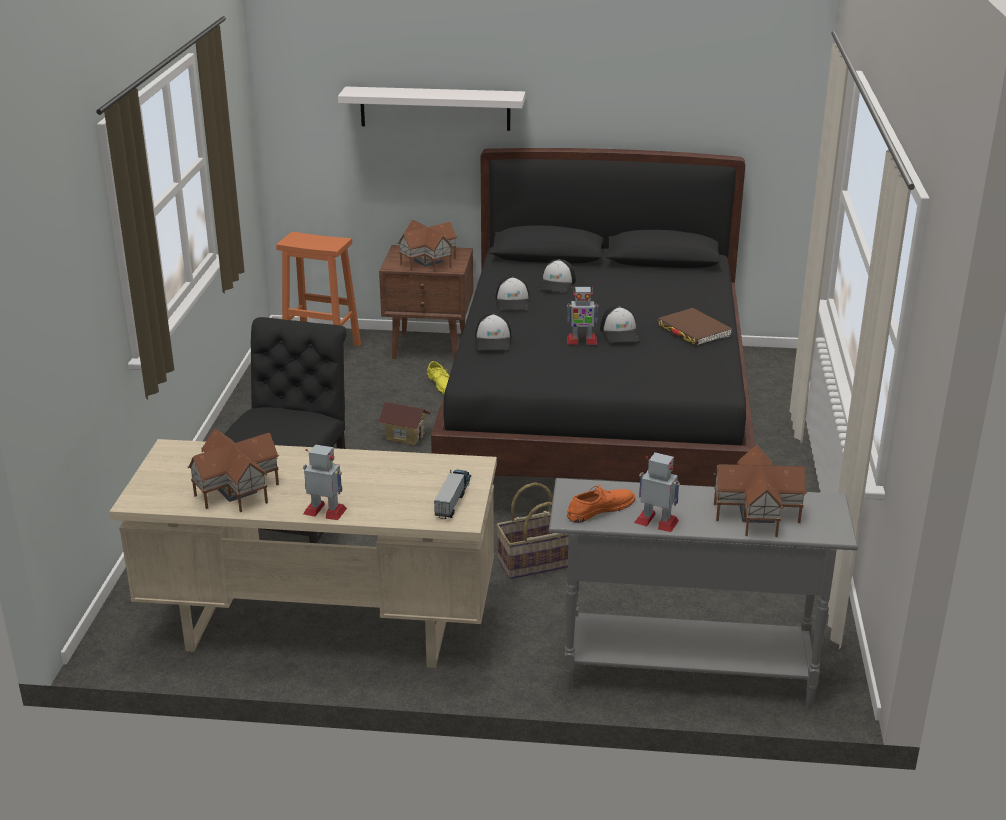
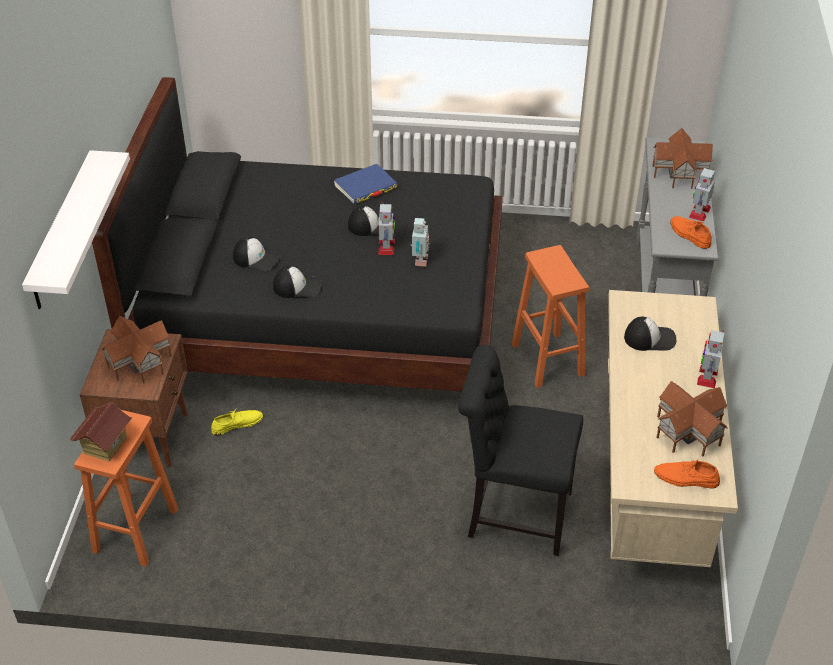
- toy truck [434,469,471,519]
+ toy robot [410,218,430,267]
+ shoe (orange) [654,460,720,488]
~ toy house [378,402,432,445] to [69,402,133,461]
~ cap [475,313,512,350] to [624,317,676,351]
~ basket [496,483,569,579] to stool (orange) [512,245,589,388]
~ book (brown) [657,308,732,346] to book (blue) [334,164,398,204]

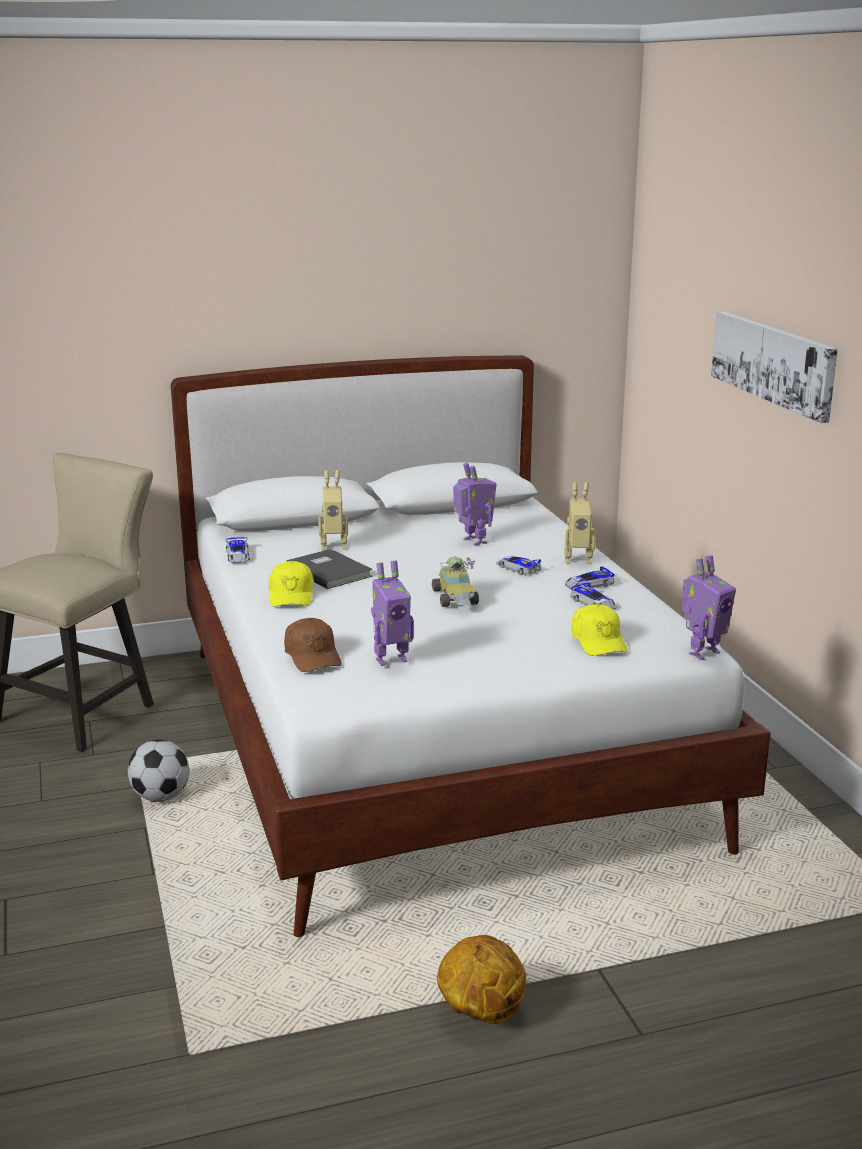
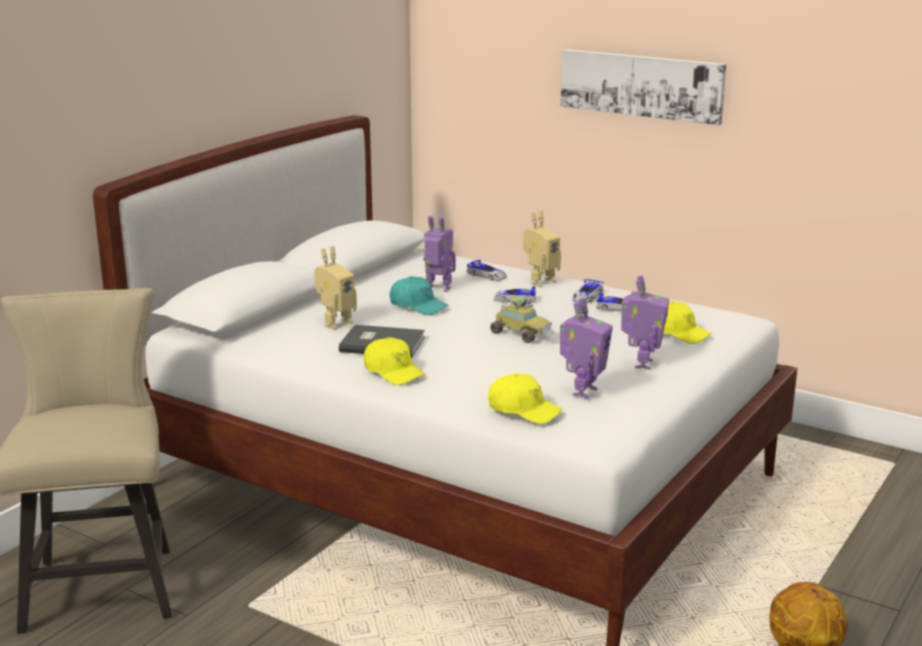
- football [128,740,189,802]
+ cap (turquoise) [390,276,449,315]
~ toy car [226,537,250,563] to [467,260,507,281]
~ toy robot [682,555,736,660] to [621,276,670,370]
~ cap (brown) [284,618,342,672] to cap (yellow) [488,373,562,424]

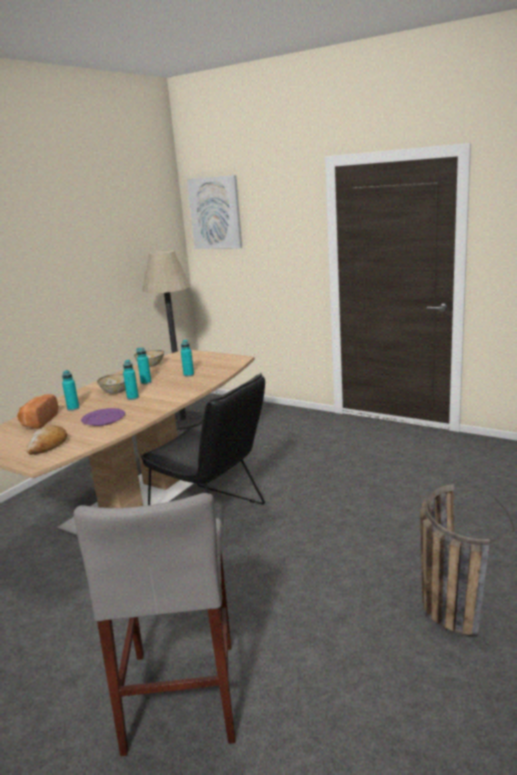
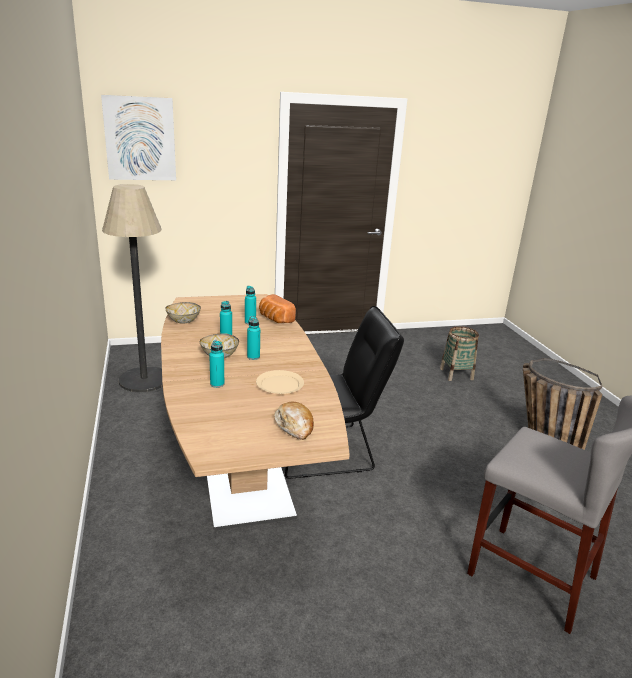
+ basket [440,326,479,381]
~ bread [17,394,58,429] to [259,294,296,323]
~ plate (purple) [81,408,125,426] to plate (beige) [256,370,304,394]

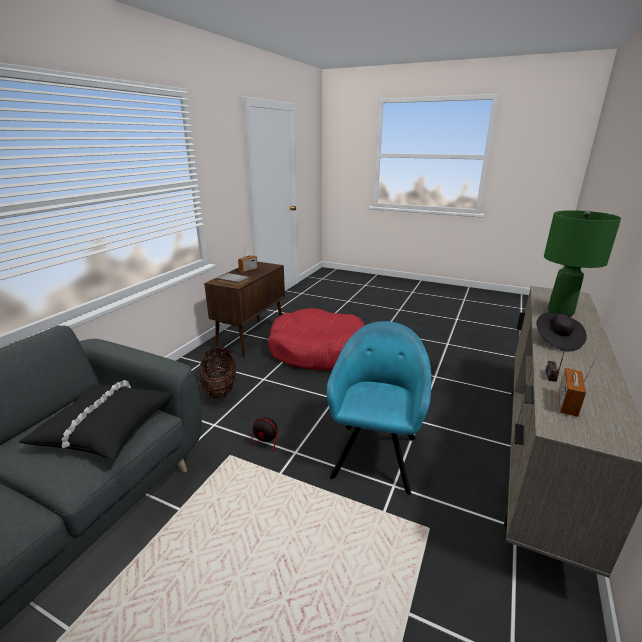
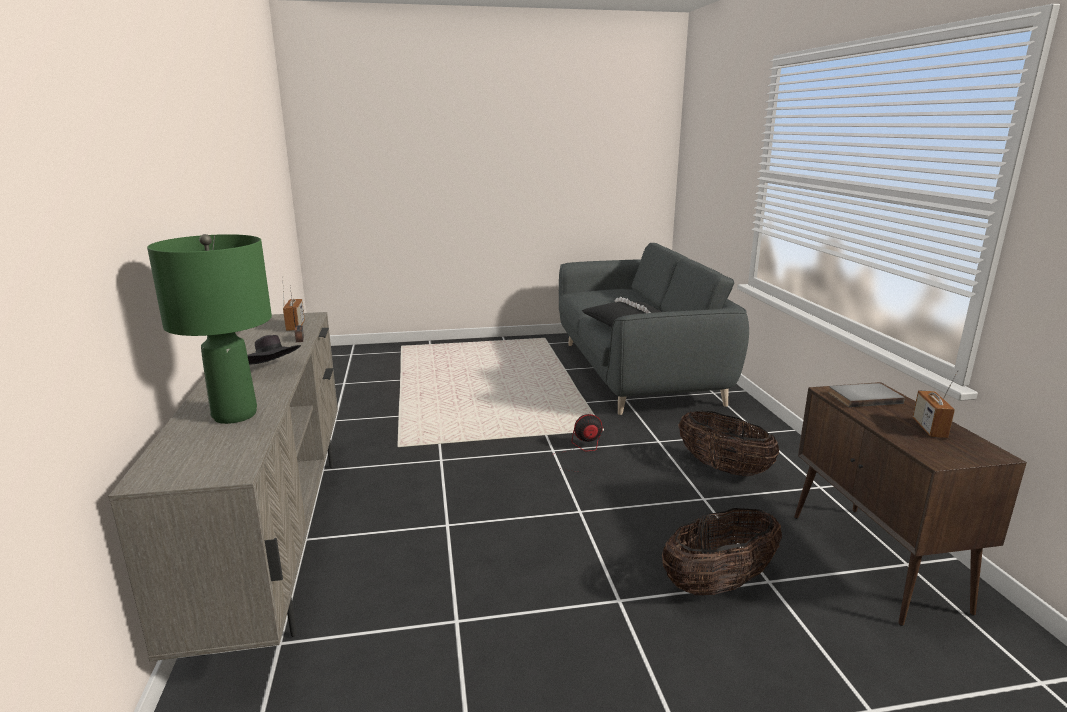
- armchair (turquoise) [326,321,431,495]
~ dog bed (red) [268,308,365,371] to basket [662,508,782,595]

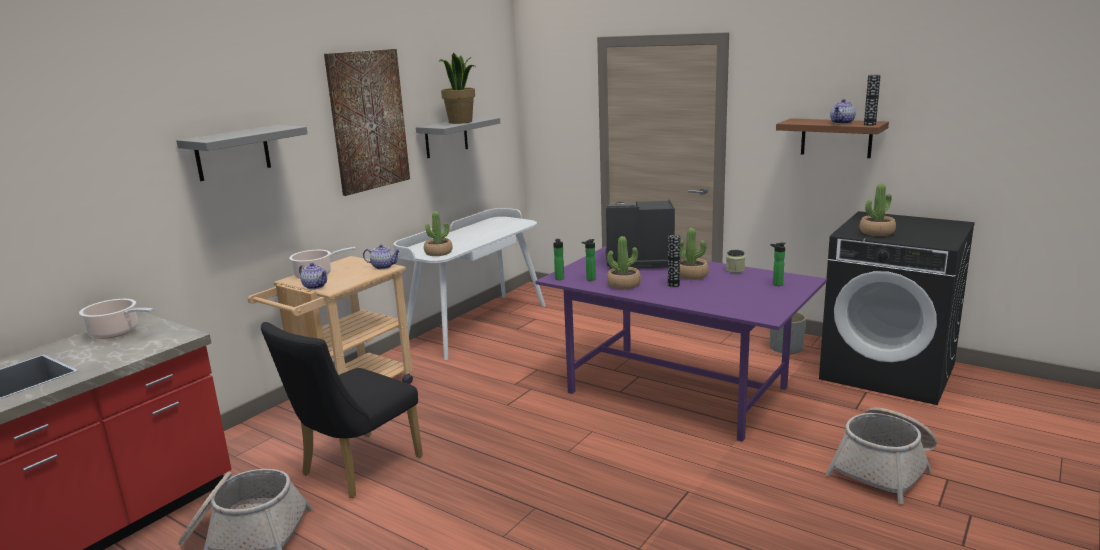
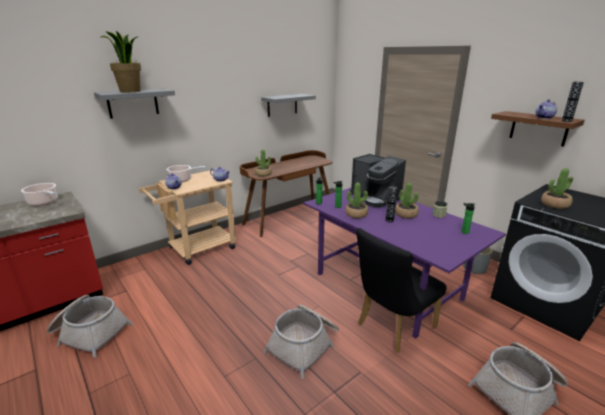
- picture [324,49,410,196]
+ basket [264,304,339,379]
~ chair (black) [261,322,423,498] to [356,228,446,353]
~ potted plant [439,53,476,124] to [101,31,141,92]
~ desk (white) [394,208,546,360] to desk (brown) [240,150,333,237]
~ coffee machine [605,200,675,269] = [350,154,406,208] 150 degrees counterclockwise

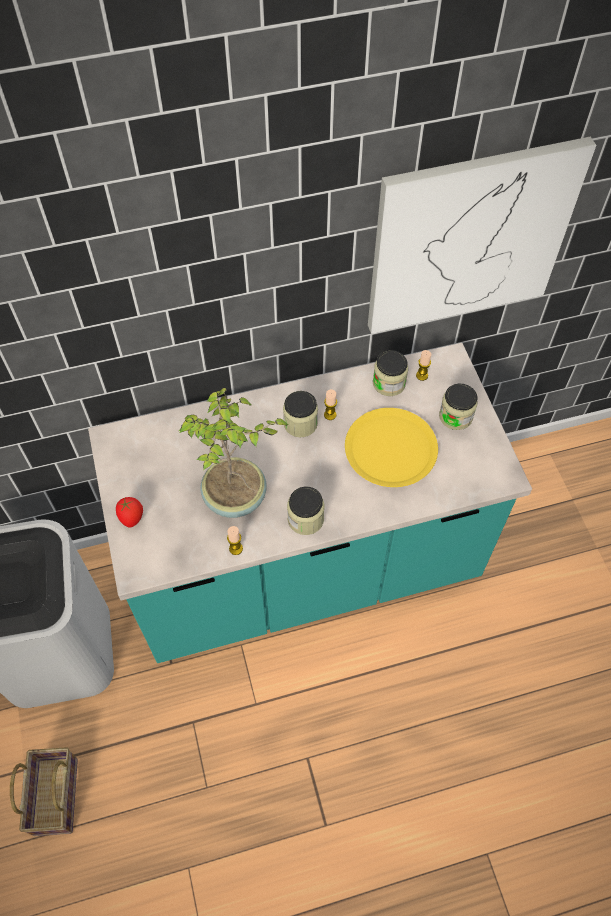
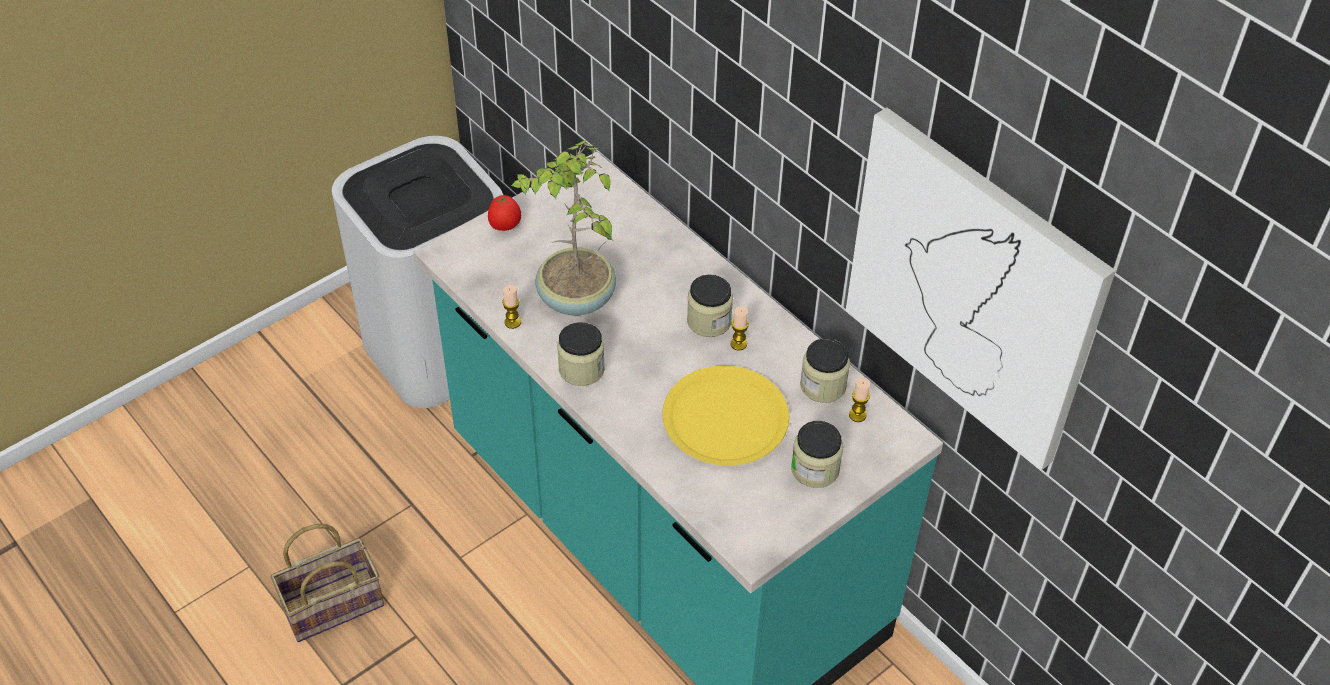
~ basket [10,747,78,836] to [271,524,384,642]

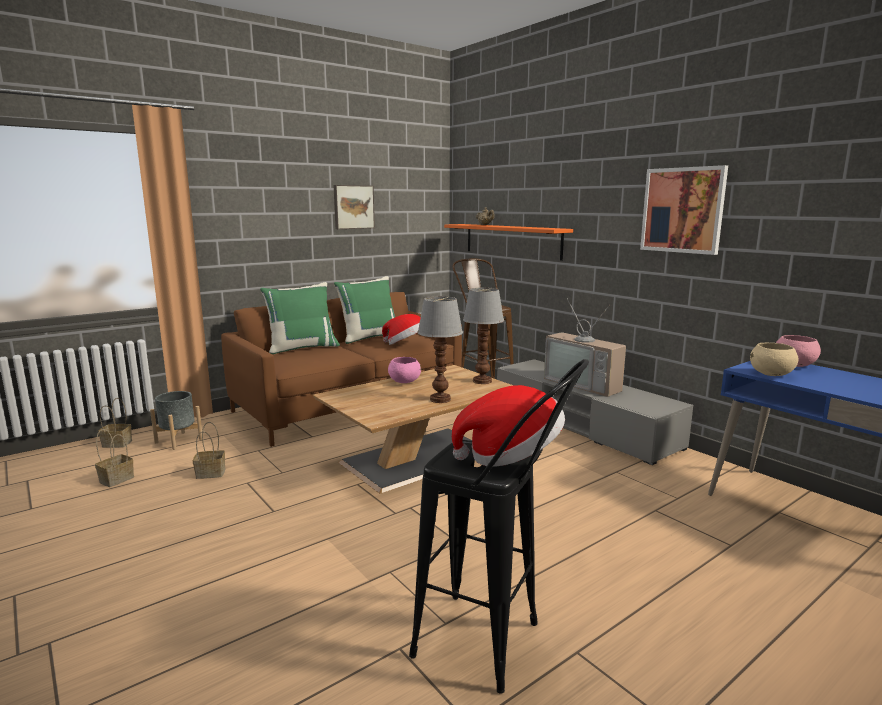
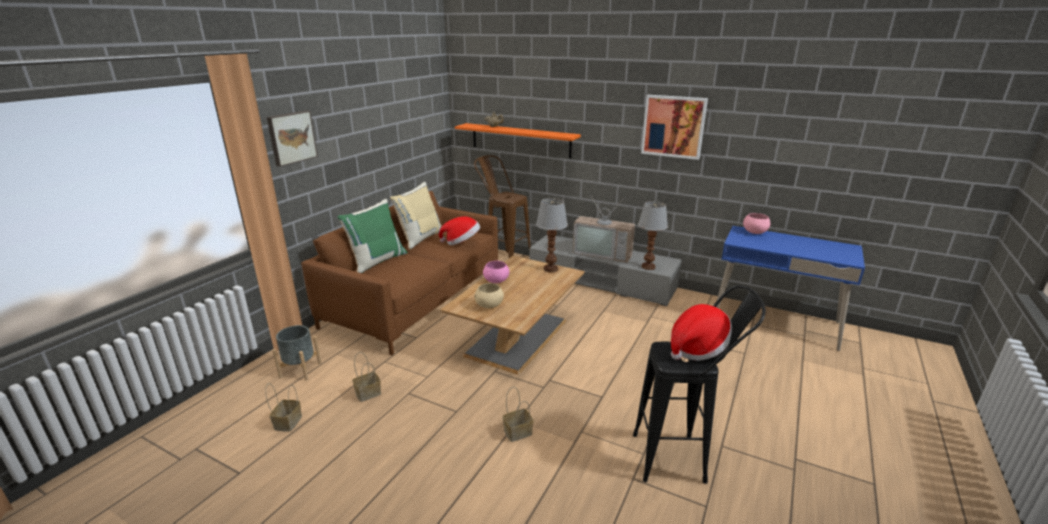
~ basket [98,398,132,448] to [503,387,533,442]
~ picture [334,185,375,229] to [267,111,318,167]
~ table lamp [417,296,463,403] to [638,201,668,270]
~ bowl (beige) [750,343,798,376] to [475,283,504,308]
~ pillow (green) [334,276,395,344] to pillow (beige) [390,182,442,250]

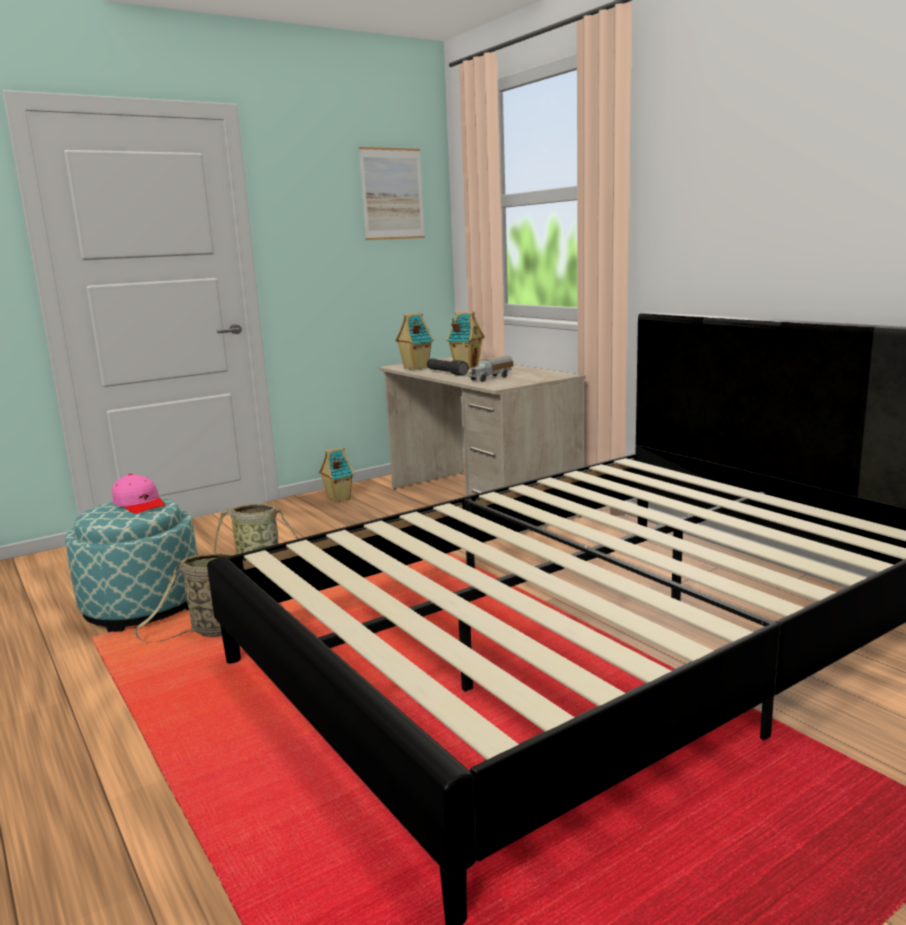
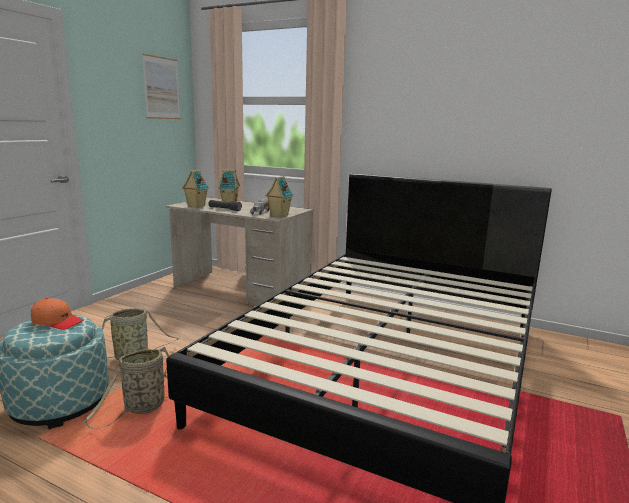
~ toy house [319,447,355,502] to [266,176,294,217]
~ cap (pink) [112,474,166,514] to cap (orange) [31,298,83,329]

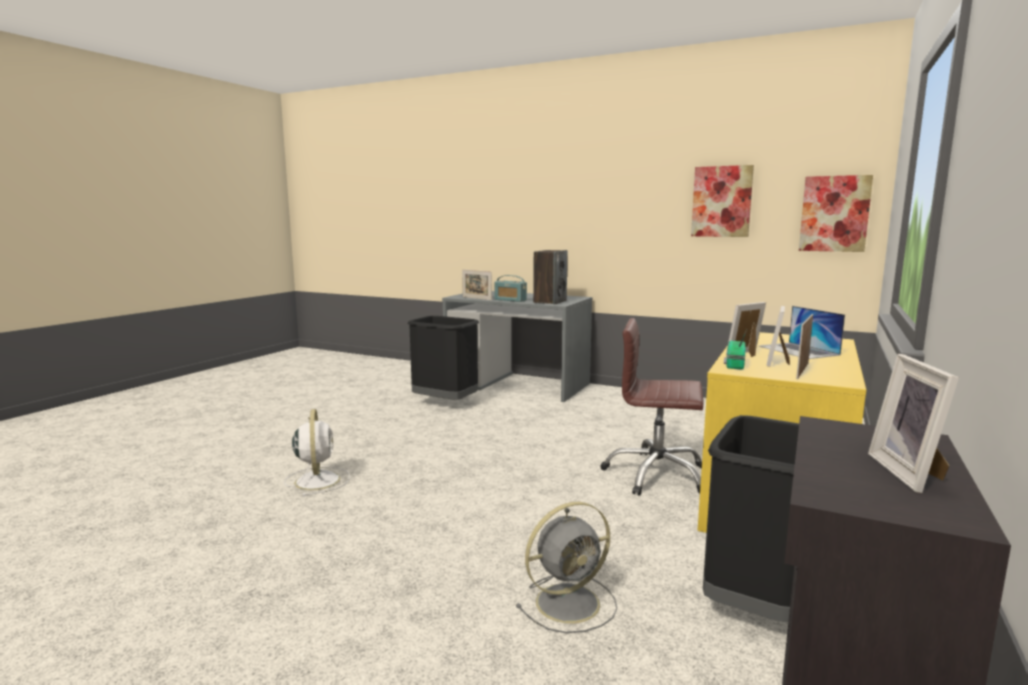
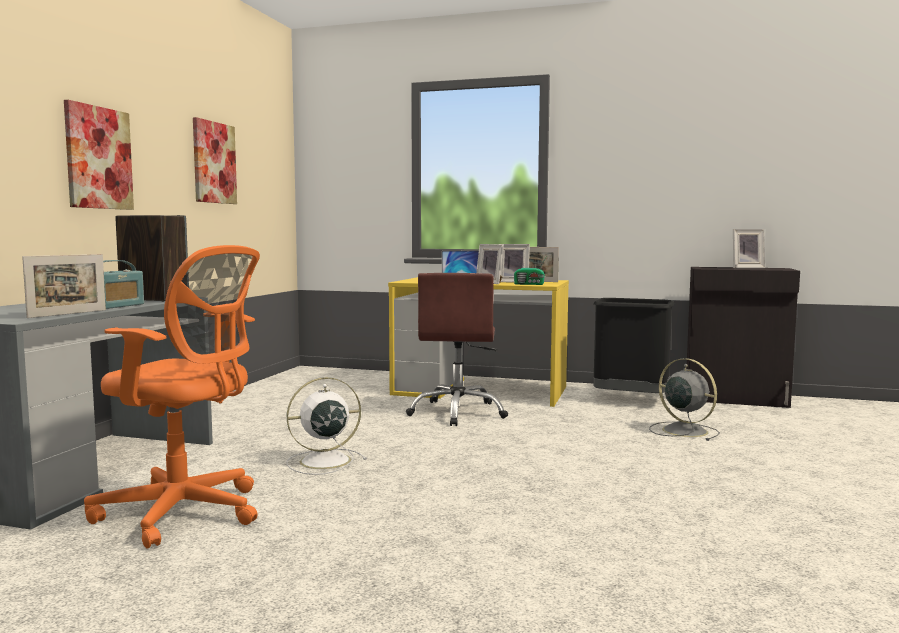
~ fan (white) [284,409,350,496] to [287,377,367,475]
~ picture [799,175,873,252] to [64,100,134,210]
~ trash can (black) [408,316,479,400] to office chair (orange) [84,245,260,549]

